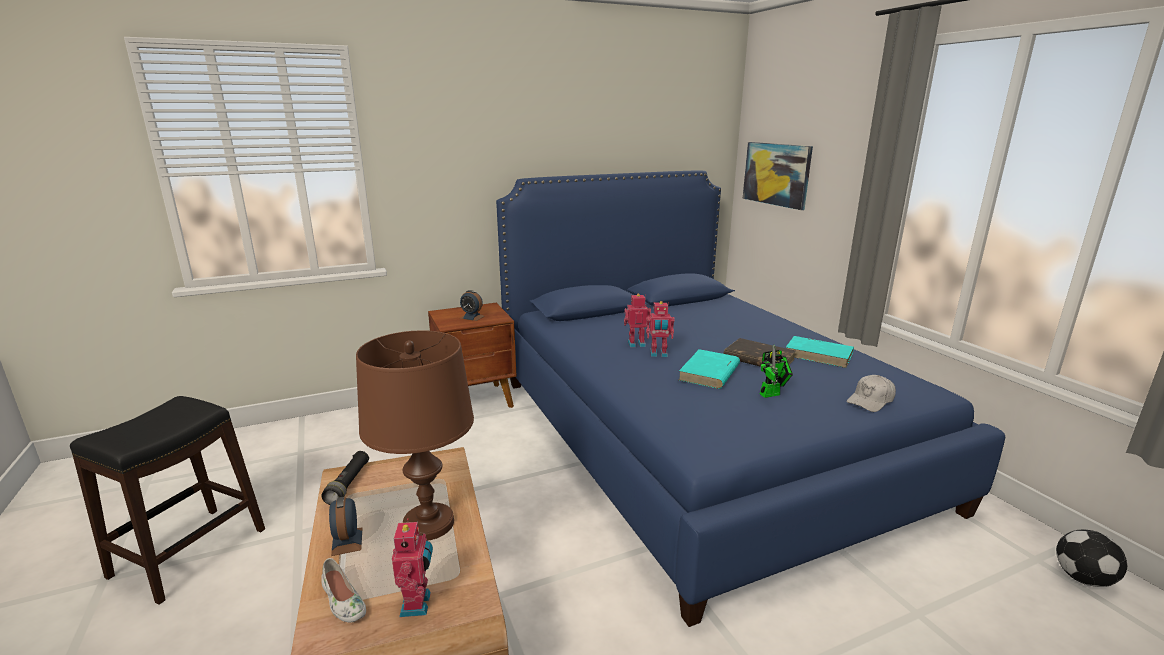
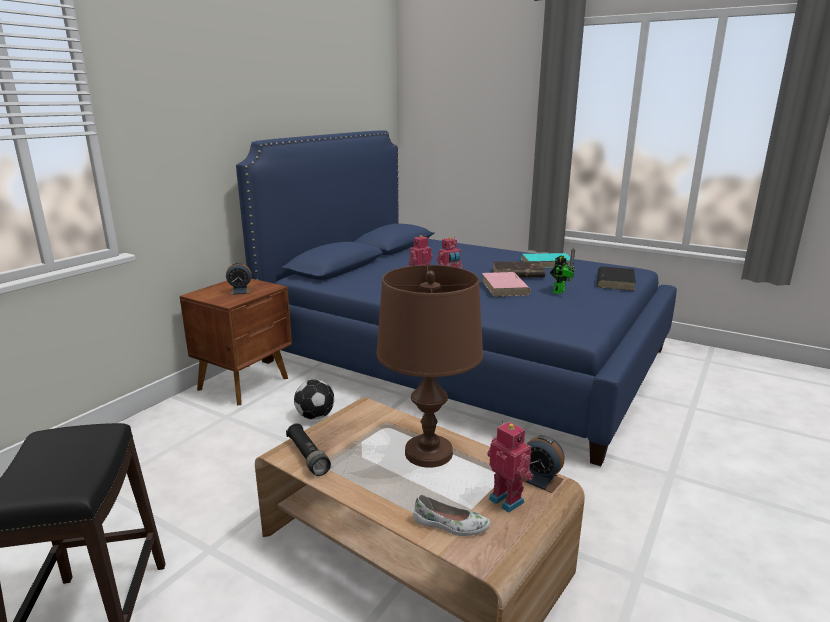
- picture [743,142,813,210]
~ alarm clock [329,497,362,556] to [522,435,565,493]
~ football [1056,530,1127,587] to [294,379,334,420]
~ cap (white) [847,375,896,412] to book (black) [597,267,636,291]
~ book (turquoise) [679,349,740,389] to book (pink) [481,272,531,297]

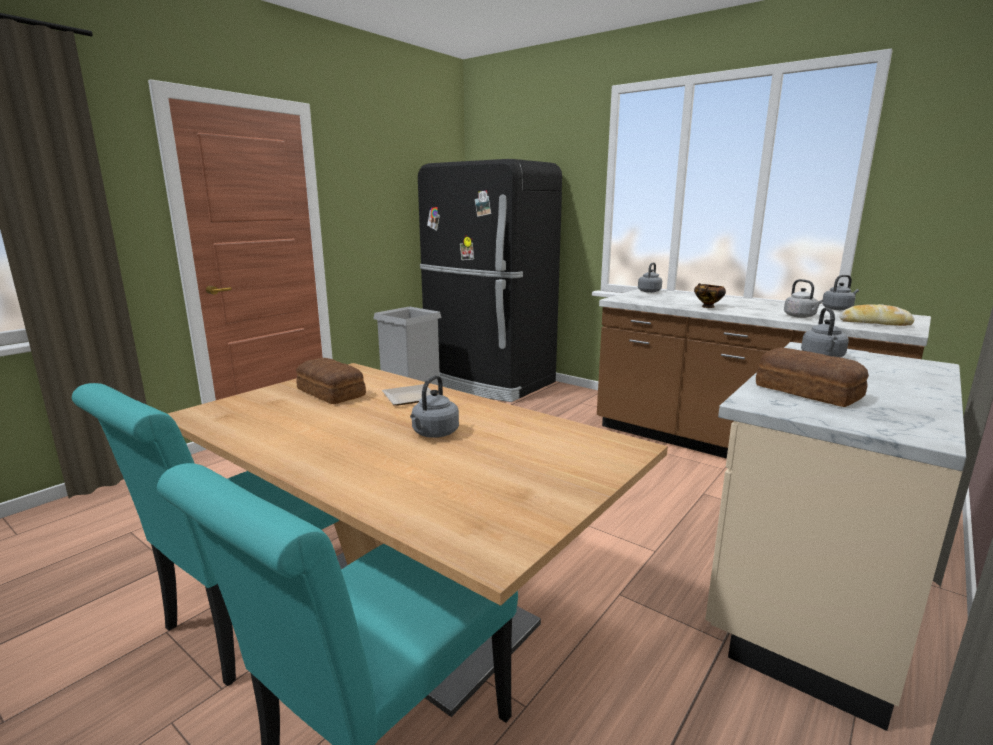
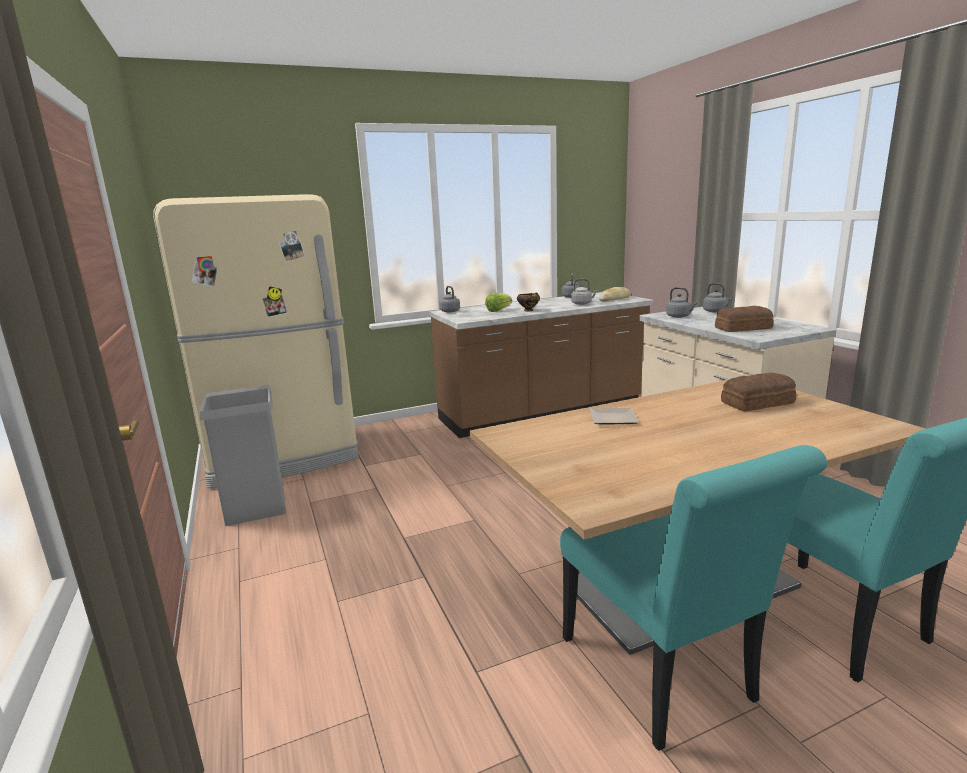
+ lettuce [485,293,512,312]
~ bread [296,358,366,404] to [721,373,796,412]
~ kettle (grey) [410,375,459,438] to [703,283,733,312]
~ fridge (black) [418,159,562,402] to fridge (beige) [153,194,359,488]

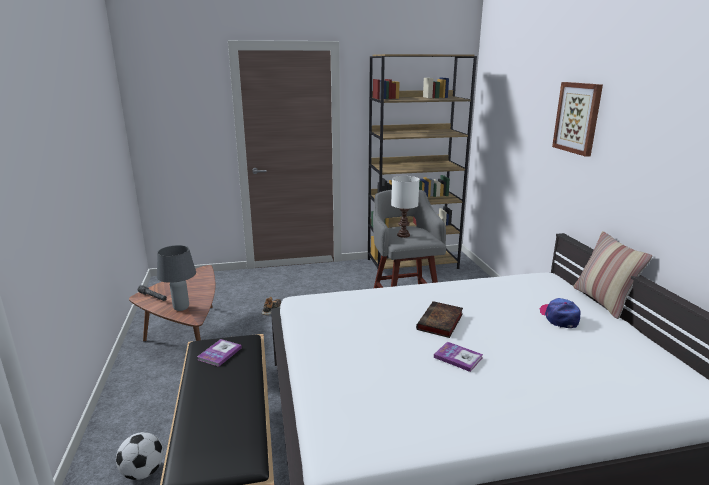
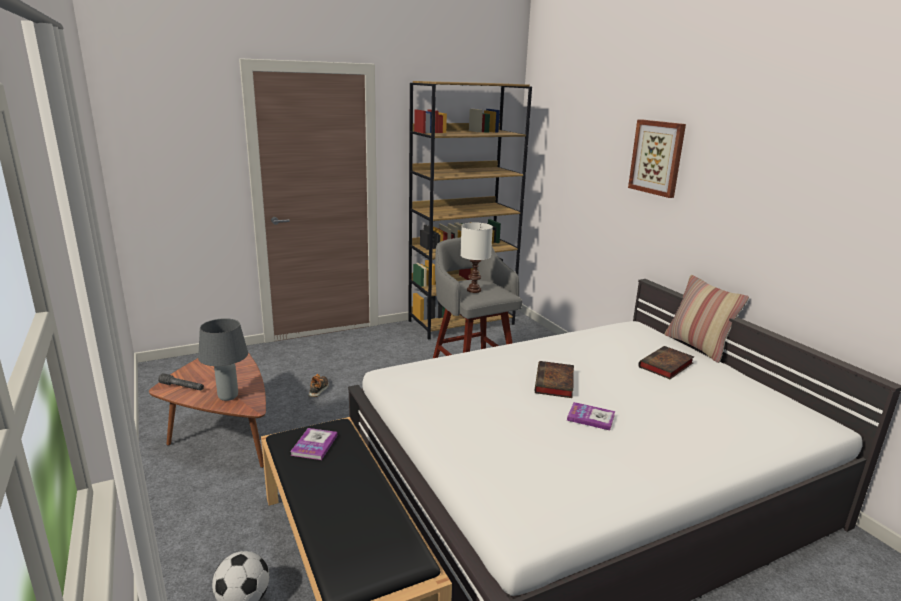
~ cap [540,298,581,328] to book [638,346,694,379]

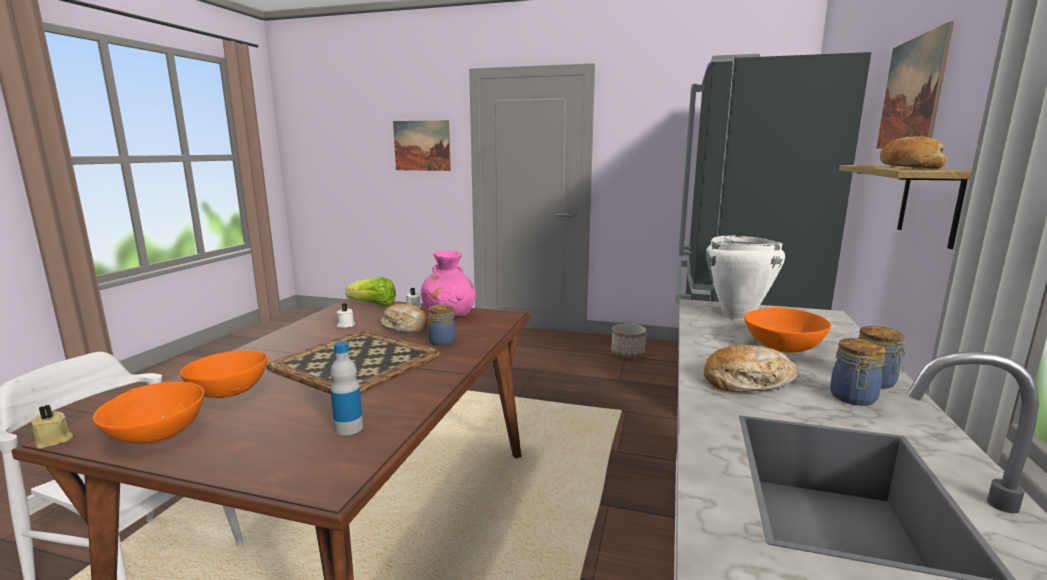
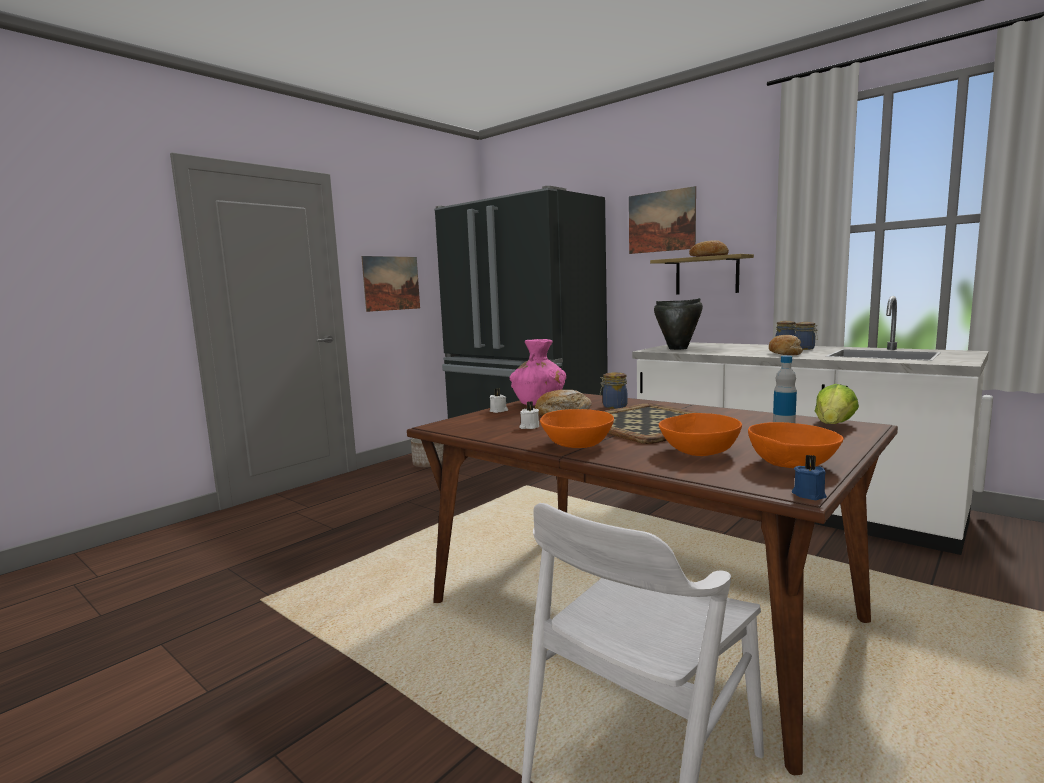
~ lettuce [345,277,396,306] to [815,384,859,424]
~ picture [393,120,451,171] to [361,256,420,312]
~ bowl (orange) [744,307,831,353] to [540,409,614,448]
~ candle (beige) [30,405,73,449] to candle (blue) [792,455,827,500]
~ cooking pot (white) [706,235,785,320] to cooking pot (black) [654,298,703,350]

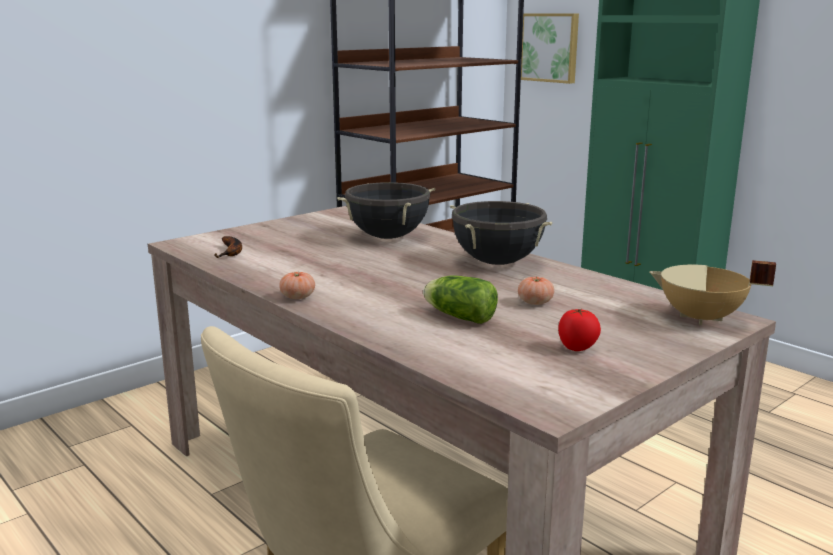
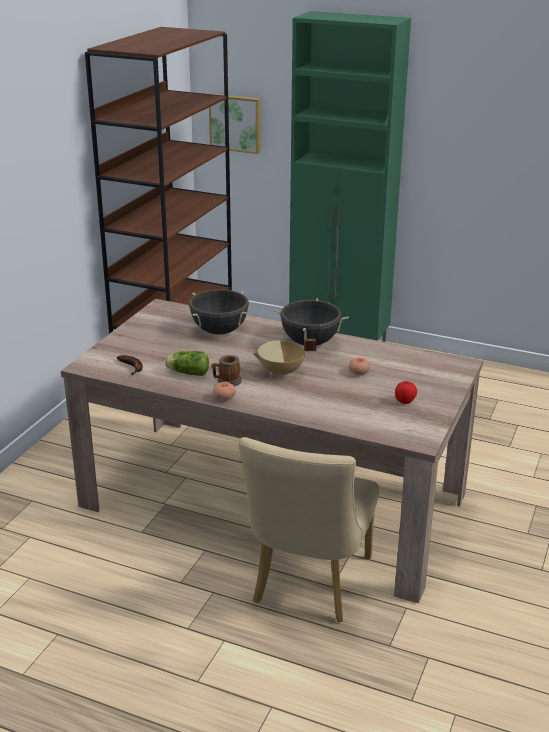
+ mug [211,355,242,386]
~ lettuce [423,276,498,324] to [165,351,209,376]
~ cooking pot (beige) [650,260,776,325] to [251,338,316,378]

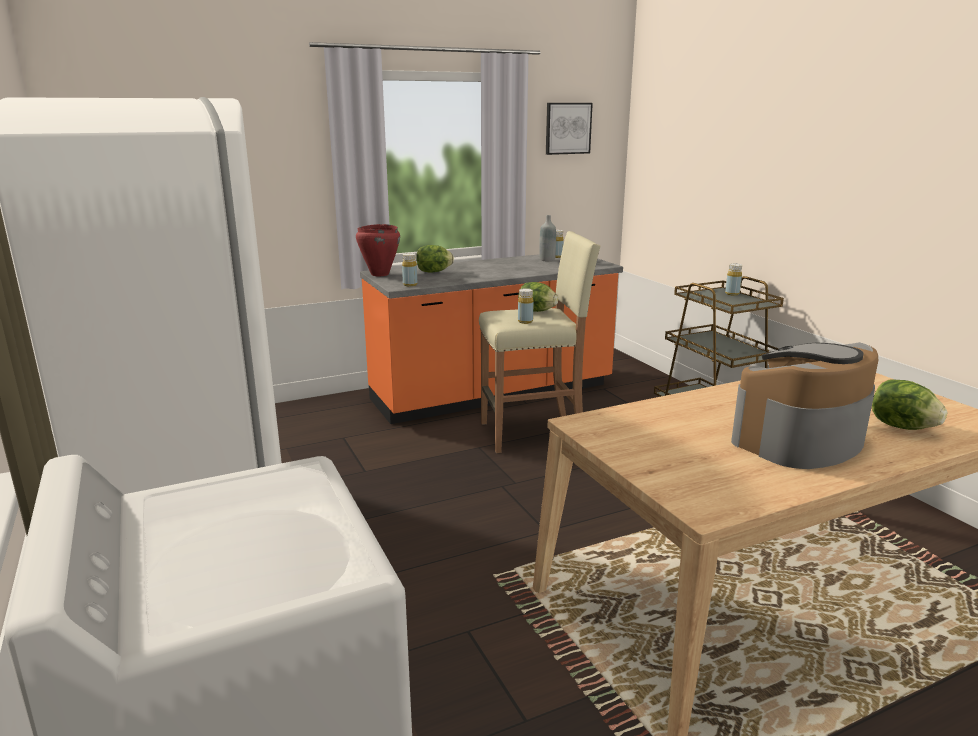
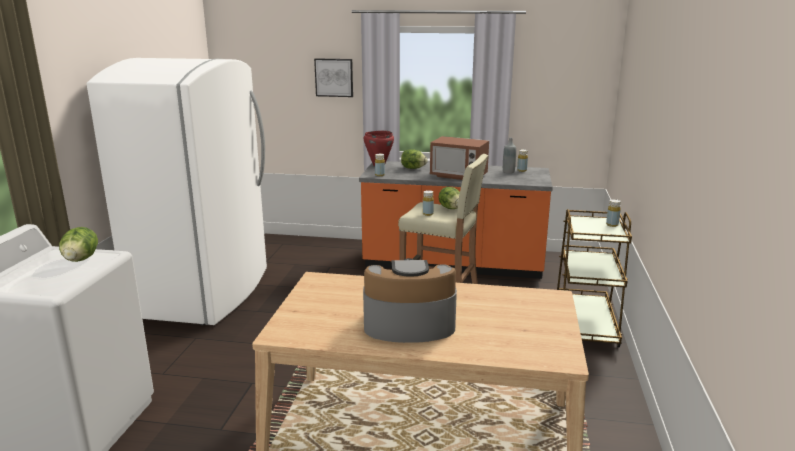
+ microwave [430,136,489,180]
~ picture [546,103,593,155] to [314,58,353,97]
~ lettuce [872,379,947,430] to [59,227,98,262]

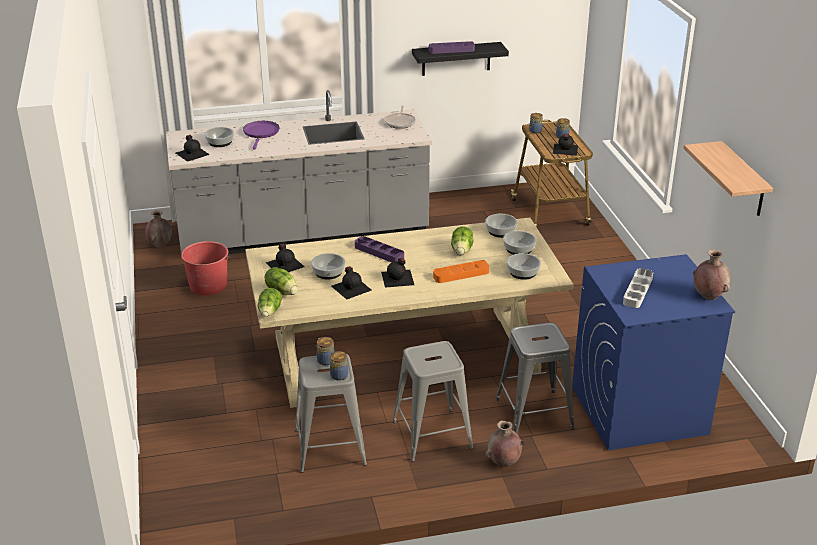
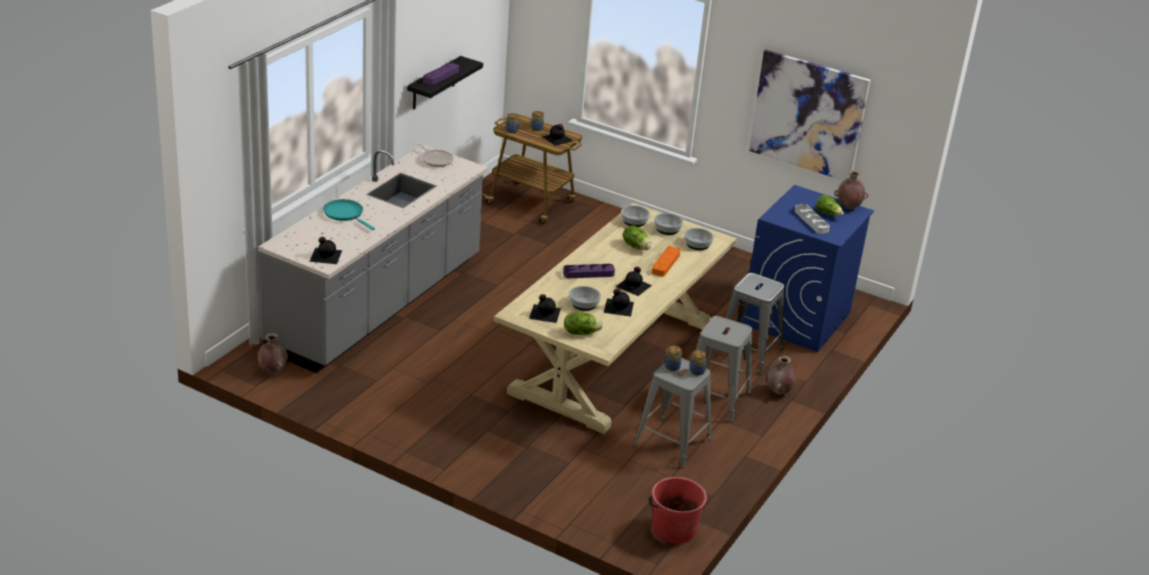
- bowl [205,127,234,147]
~ bucket (red) [181,241,231,296] to [649,477,707,544]
~ lettuce [258,288,282,317] to [816,195,844,216]
~ shelf [684,141,773,216] to picture [749,50,871,181]
~ frying pan (purple) [243,121,280,149] to frying pan (turquoise) [323,199,375,230]

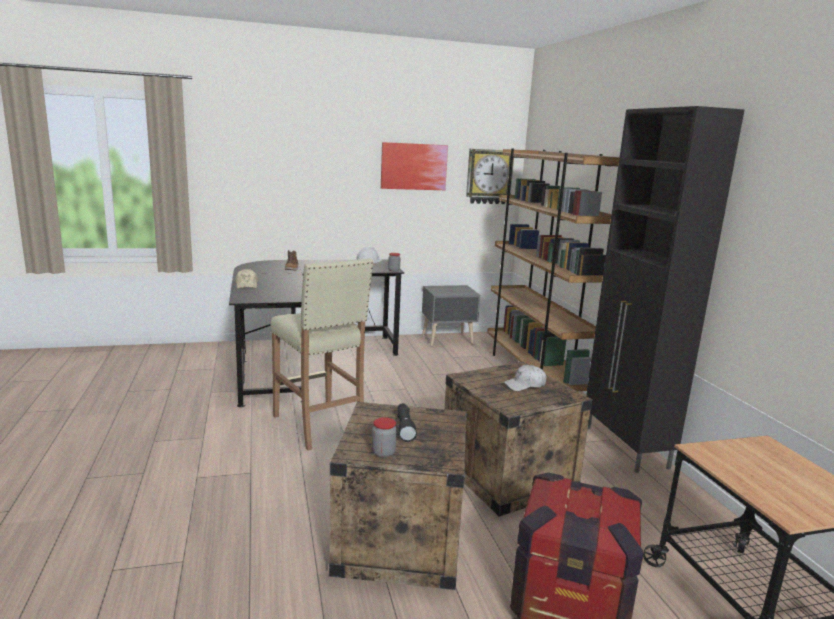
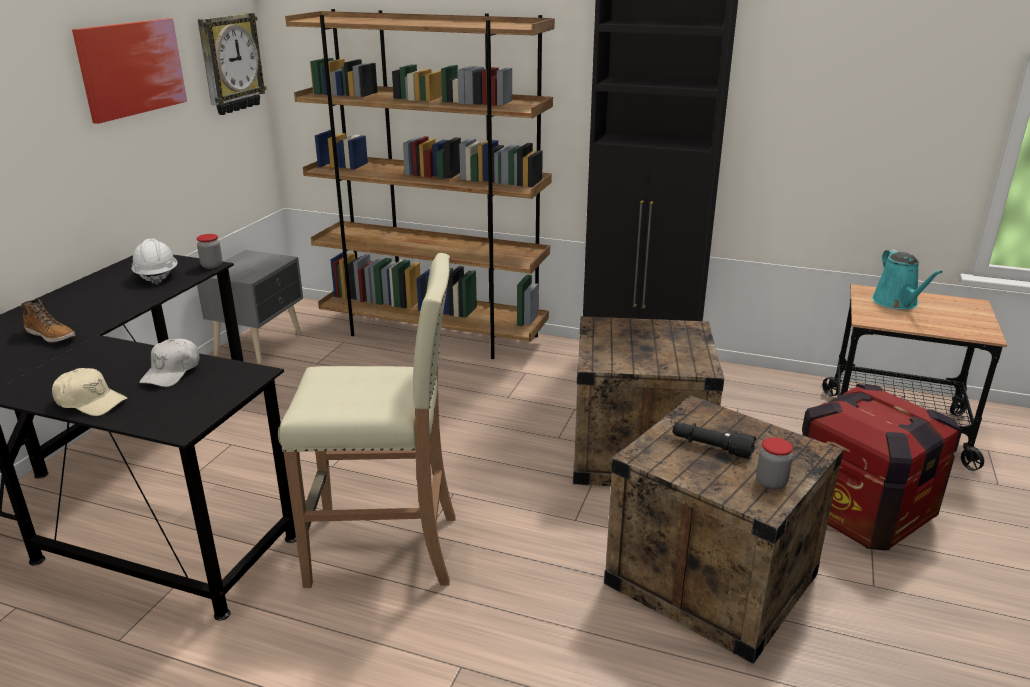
+ watering can (turquoise) [872,249,943,310]
~ cap (white) [503,365,546,391] to [139,339,199,387]

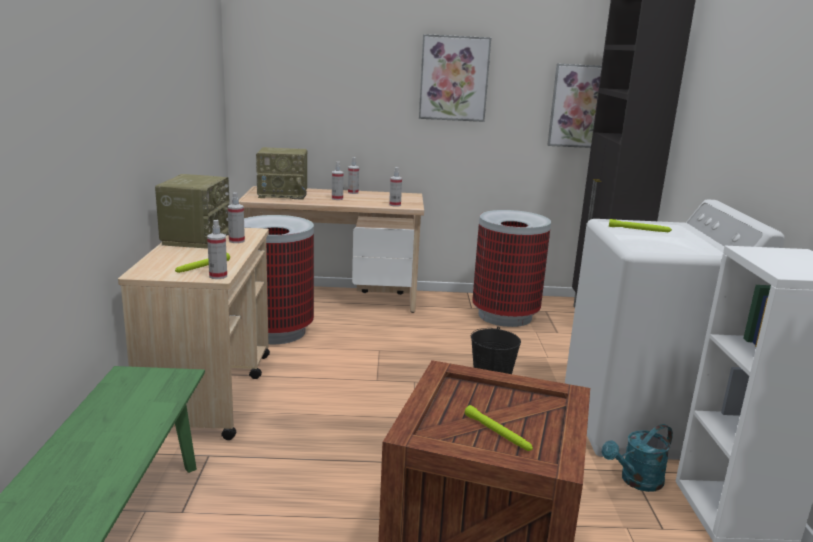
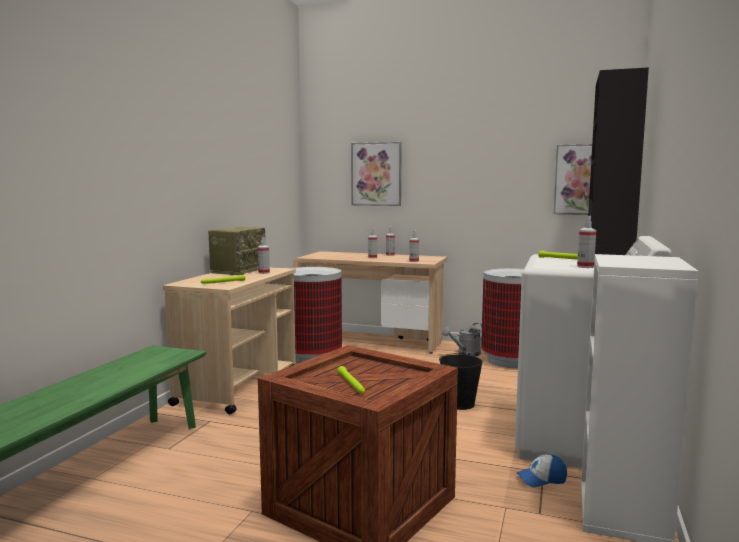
- radio [256,147,308,200]
+ watering can (grey) [442,323,482,357]
~ spray bottle [207,220,227,279] to [577,216,596,268]
~ picture [419,34,491,122] to [351,142,402,206]
~ watering can (turquoise) [602,424,673,492] to cap [517,454,567,487]

